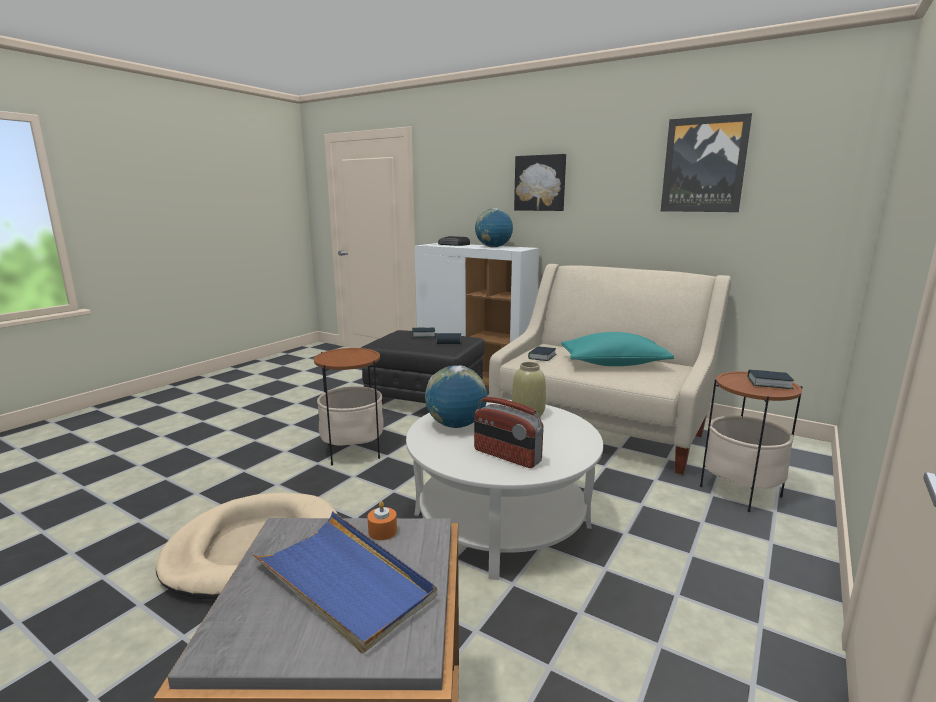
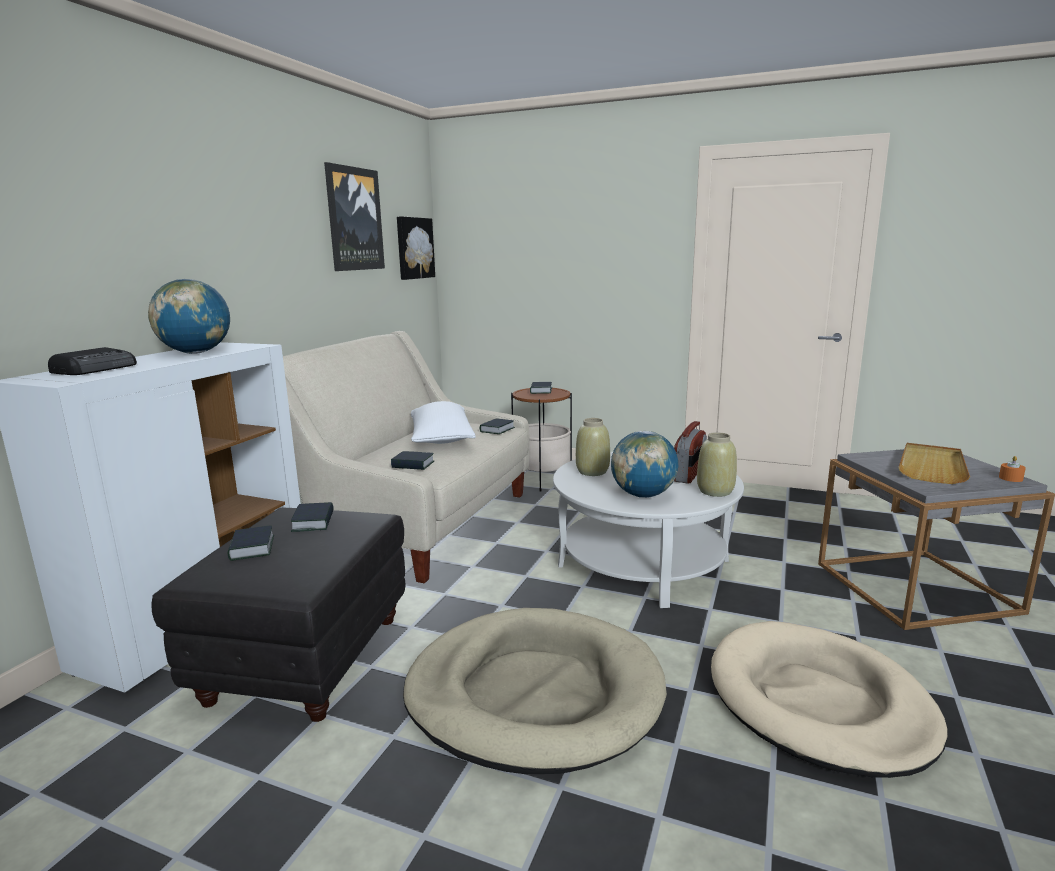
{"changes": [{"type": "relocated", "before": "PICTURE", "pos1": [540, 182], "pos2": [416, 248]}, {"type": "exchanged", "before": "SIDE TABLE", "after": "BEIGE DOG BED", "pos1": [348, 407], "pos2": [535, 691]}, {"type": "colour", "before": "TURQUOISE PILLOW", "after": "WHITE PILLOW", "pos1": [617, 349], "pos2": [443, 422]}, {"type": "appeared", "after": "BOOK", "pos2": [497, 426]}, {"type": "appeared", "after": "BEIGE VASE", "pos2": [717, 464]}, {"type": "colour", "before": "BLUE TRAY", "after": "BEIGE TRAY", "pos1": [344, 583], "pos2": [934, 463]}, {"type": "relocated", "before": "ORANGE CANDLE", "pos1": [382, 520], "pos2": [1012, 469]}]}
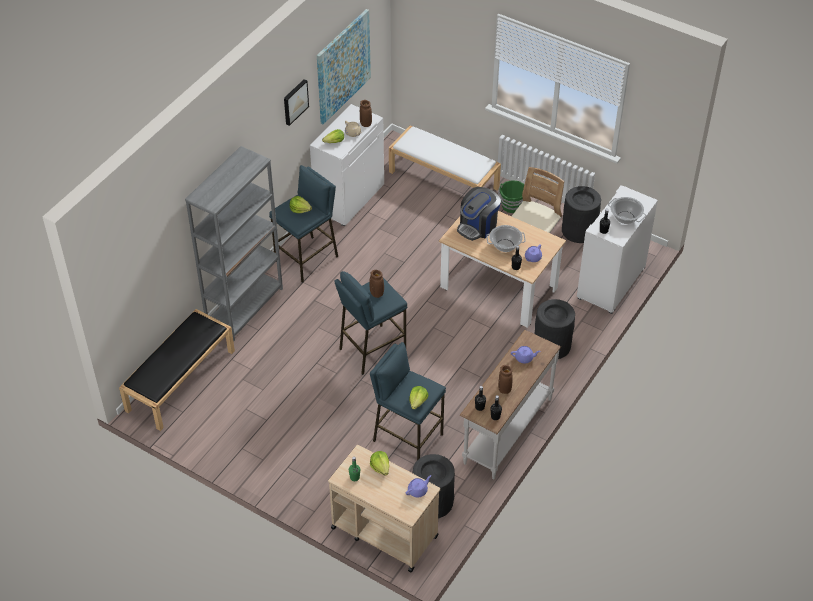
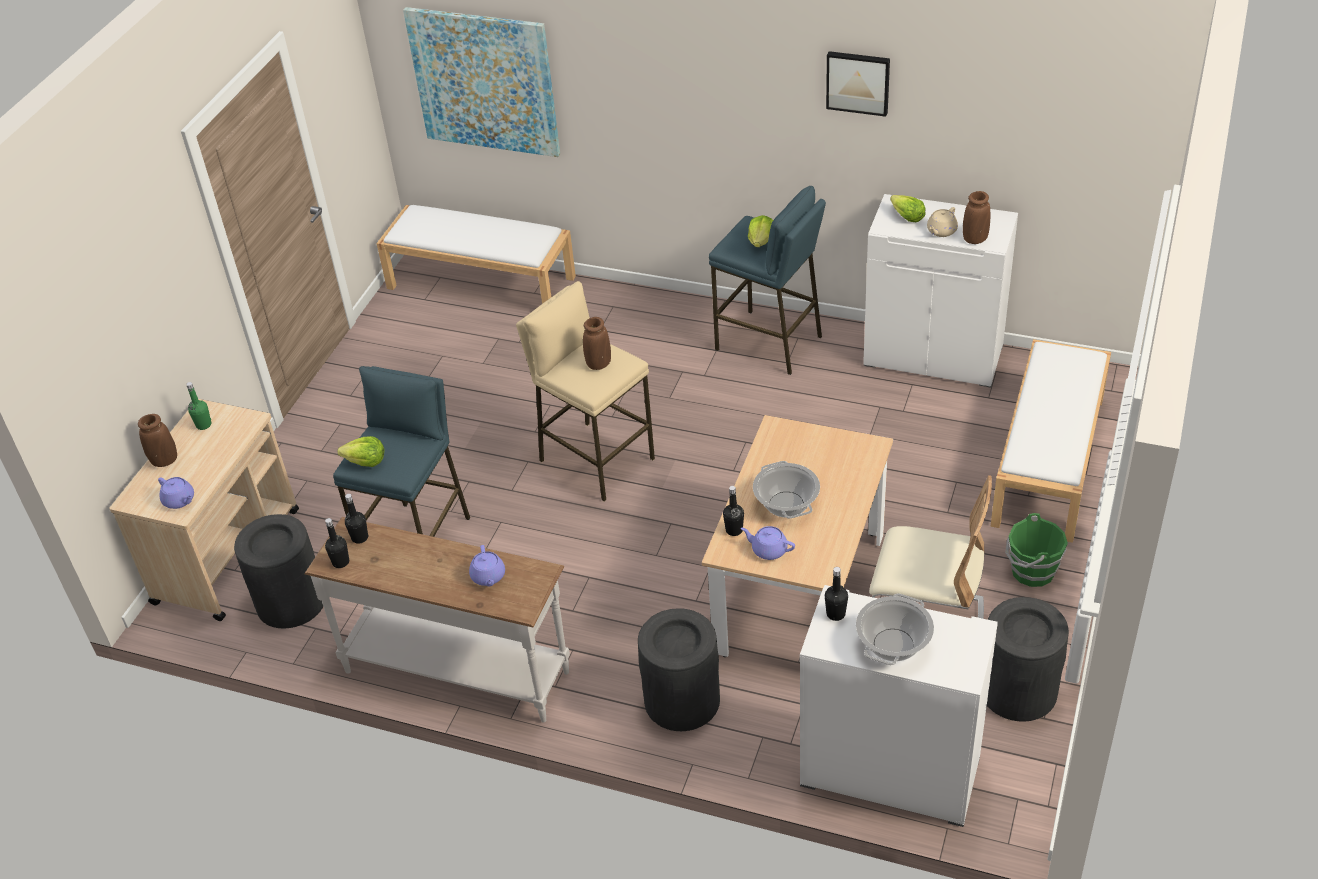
{"changes": [{"type": "relocated", "before": "BROWN VASE", "pos1": [505, 379], "pos2": [157, 440]}, {"type": "colour", "before": "BLACK BENCH", "after": "WHITE BENCH", "pos1": [177, 370], "pos2": [476, 254]}, {"type": "relocated", "before": "PICTURE", "pos1": [344, 67], "pos2": [481, 82]}, {"type": "colour", "before": "BLUE STOOL", "after": "BEIGE STOOL", "pos1": [370, 323], "pos2": [585, 391]}, {"type": "missing", "before": "GREY BOOKCASE", "pos1": [234, 244]}, {"type": "missing", "before": "LETTUCE", "pos1": [380, 463]}, {"type": "missing", "before": "COFFEE MACHINE", "pos1": [479, 214]}]}
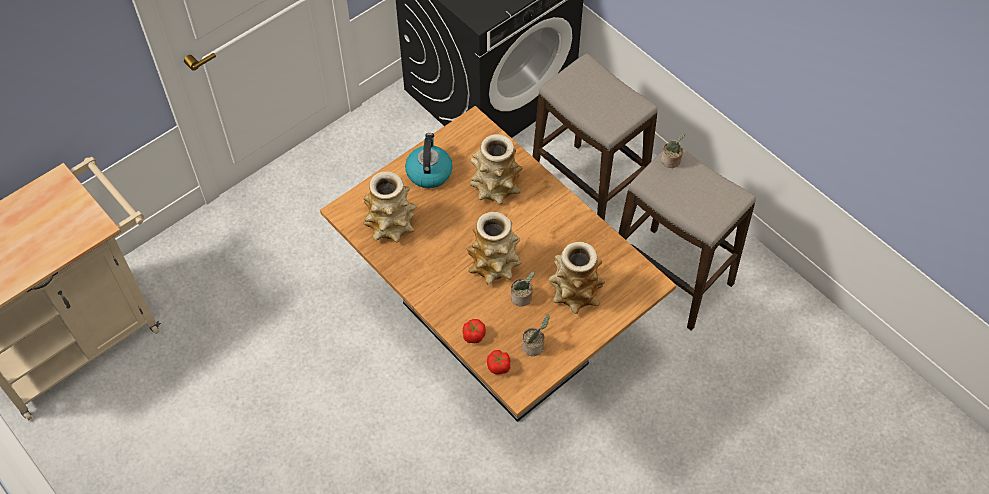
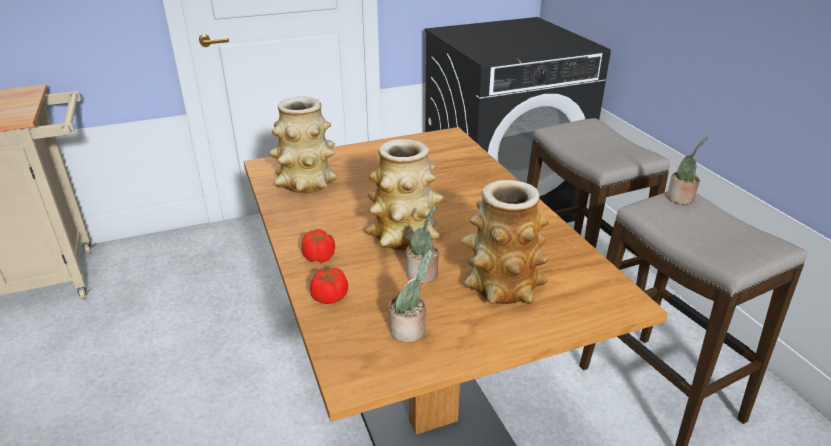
{"changes": [{"type": "relocated", "before": "TOMATO", "pos1": [498, 362], "pos2": [318, 245]}, {"type": "missing", "before": "KETTLE", "pos1": [428, 160]}, {"type": "missing", "before": "VASE", "pos1": [496, 169]}]}
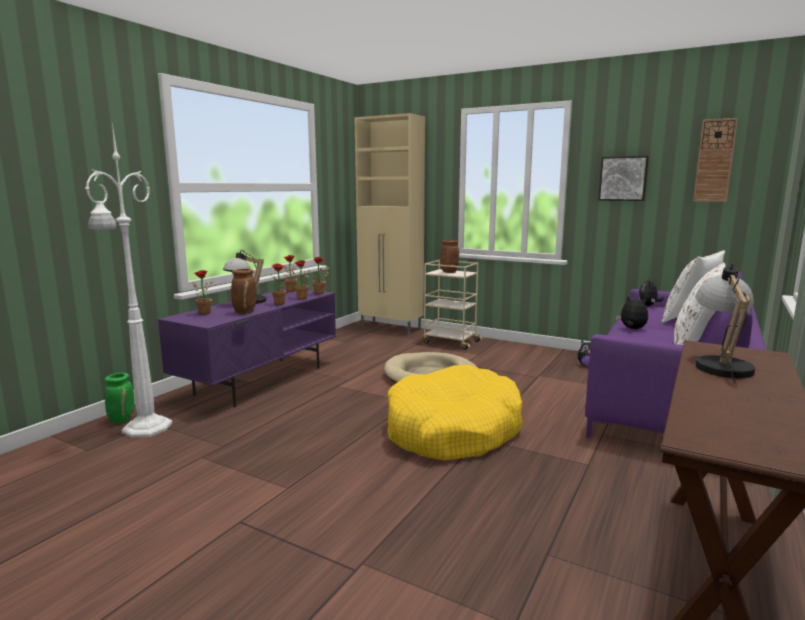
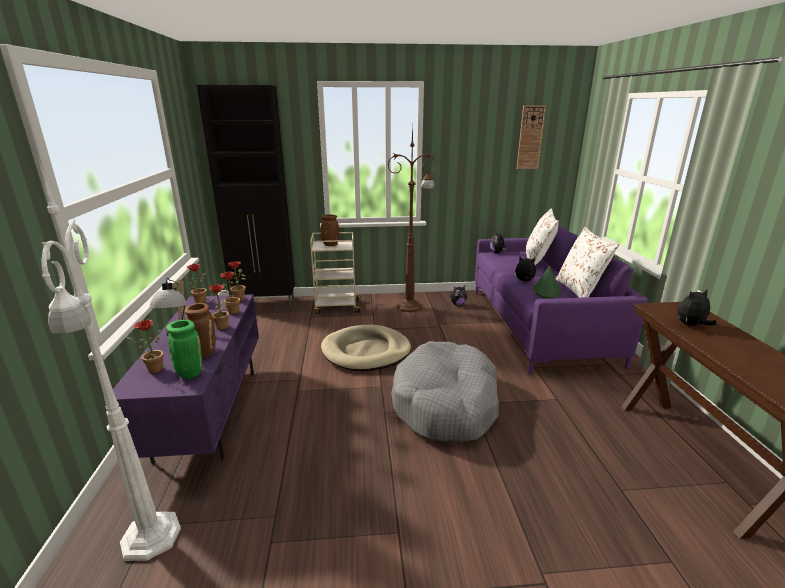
{"changes": [{"type": "relocated", "before": "GREEN VASE", "pos1": [119, 398], "pos2": [184, 349]}, {"type": "colour", "before": "BEIGE CABINET", "after": "BLACK CABINET", "pos1": [389, 224], "pos2": [246, 196]}, {"type": "appeared", "after": "BROWN FLOOR LAMP", "pos2": [411, 219]}, {"type": "colour", "before": "YELLOW DOG BED", "after": "GREY DOG BED", "pos1": [455, 413], "pos2": [445, 391]}, {"type": "appeared", "after": "GREEN HAT", "pos2": [547, 282]}, {"type": "exchanged", "before": "TABLE LAMP", "after": "PLUSH TOY", "pos1": [725, 324], "pos2": [697, 307]}, {"type": "missing", "before": "PICTURE", "pos1": [623, 178]}]}
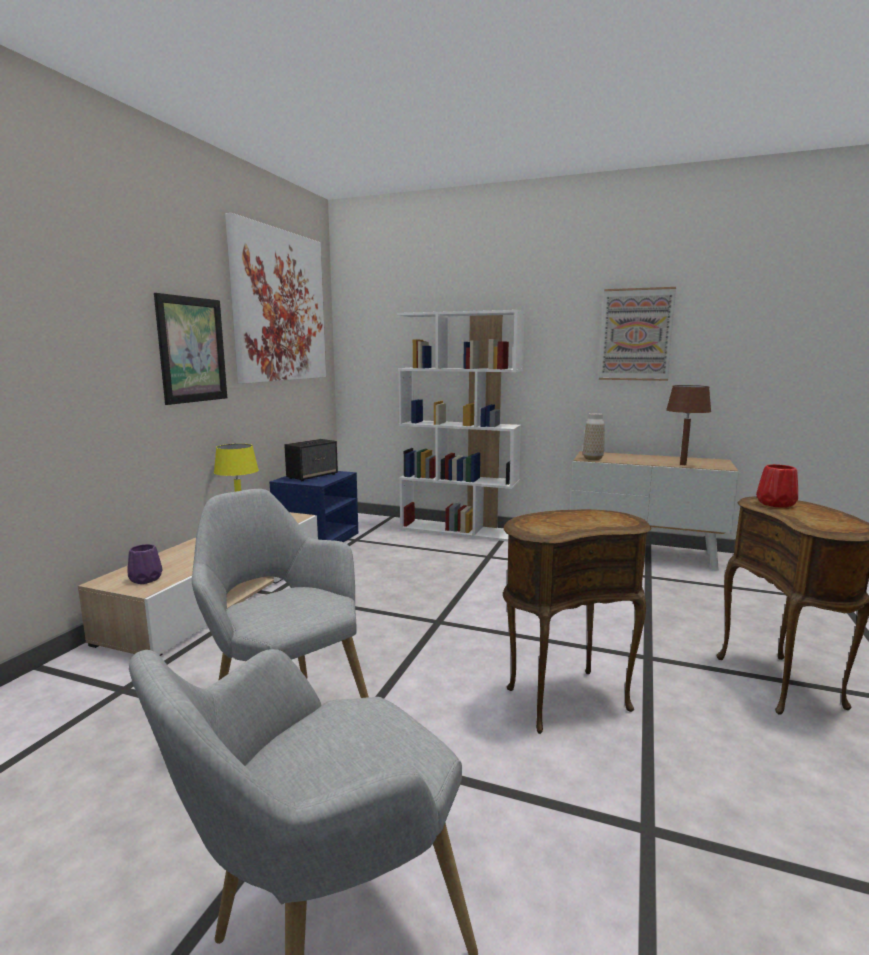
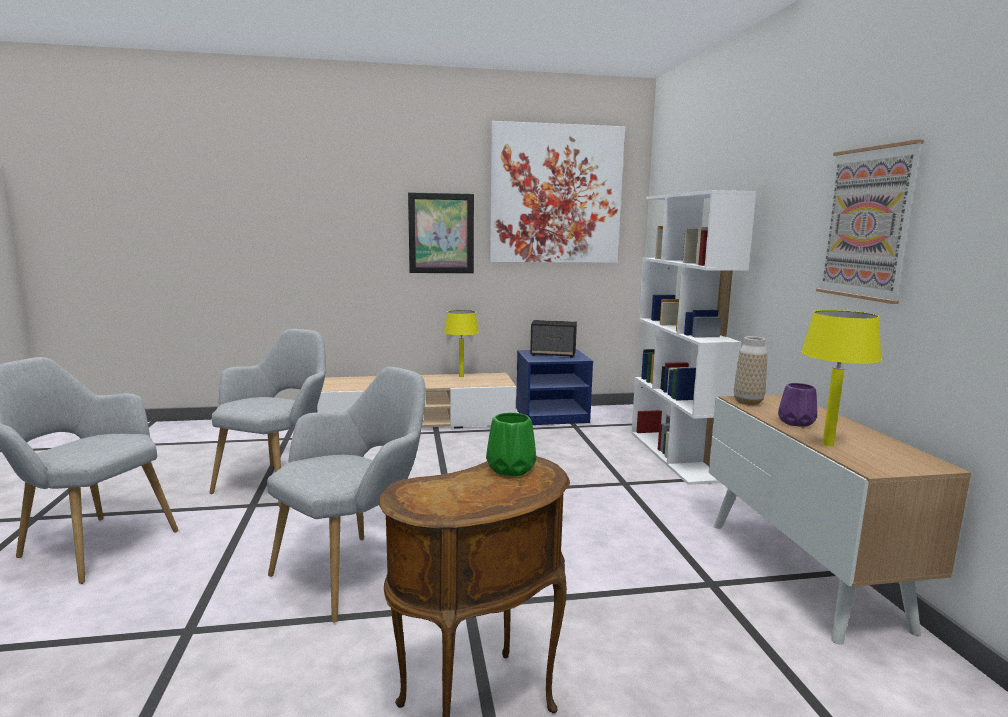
{"changes": [{"type": "exchanged", "before": "BROWN SIDE TABLE", "after": "GREY ARMCHAIR", "pos1": [577, 621], "pos2": [346, 495]}, {"type": "colour", "before": "RED VASE", "after": "GREEN VASE", "pos1": [777, 486], "pos2": [511, 445]}, {"type": "relocated", "before": "PURPLE VASE", "pos1": [144, 564], "pos2": [797, 405]}, {"type": "colour", "before": "BROWN TABLE LAMP", "after": "YELLOW TABLE LAMP", "pos1": [688, 425], "pos2": [841, 378]}]}
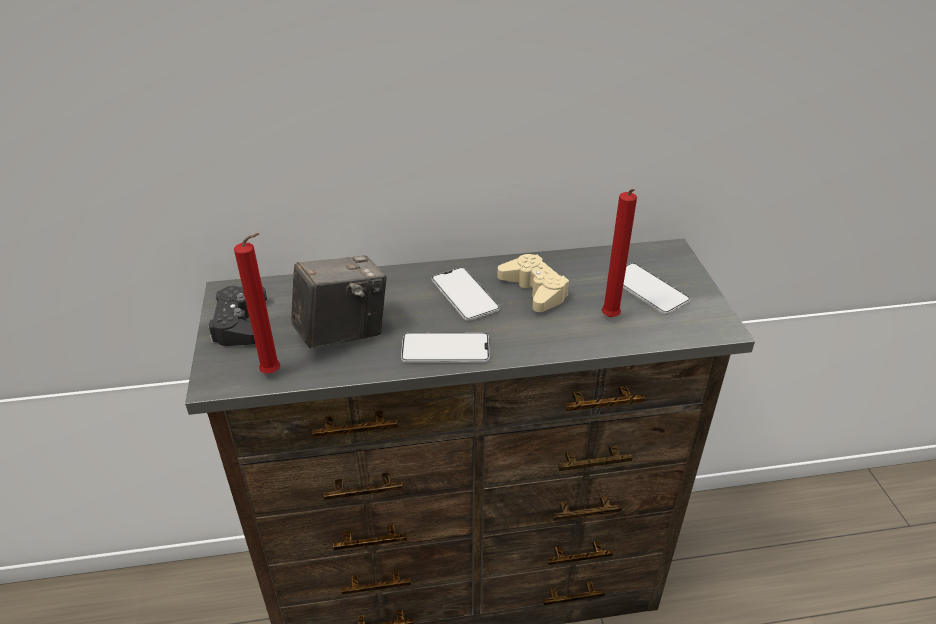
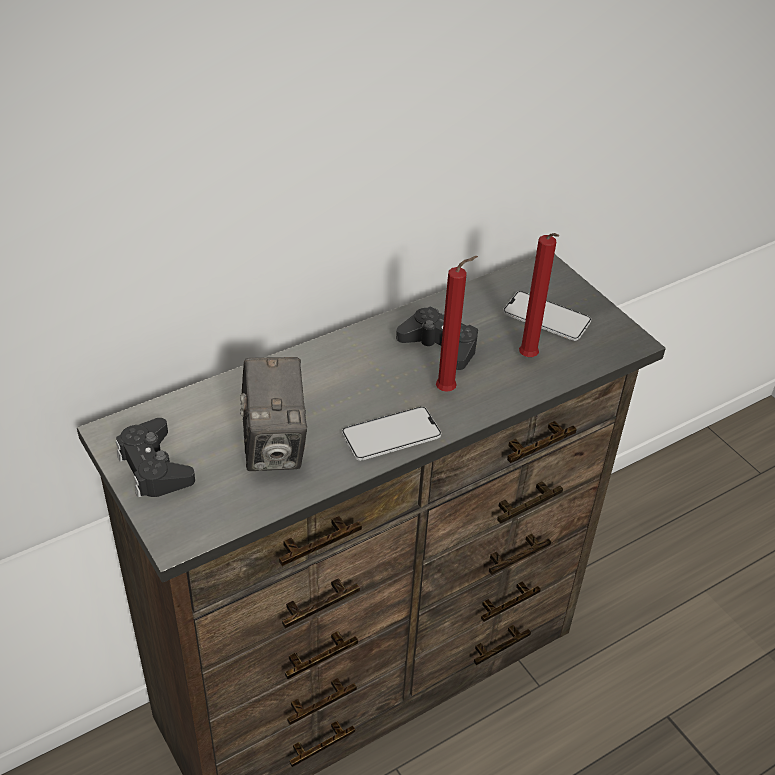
{"changes": [{"type": "spun", "before": "PHOTO CAMERA", "pos1": [339, 301], "pos2": [273, 414], "turn": 135}, {"type": "colour", "before": "BEIGE GAME CONTROLLER", "after": "BLACK GAME CONTROLLER", "pos1": [533, 283], "pos2": [437, 338]}, {"type": "relocated", "before": "RED CANDLE", "pos1": [257, 303], "pos2": [457, 324]}, {"type": "missing", "before": "PHONE", "pos1": [466, 294]}]}
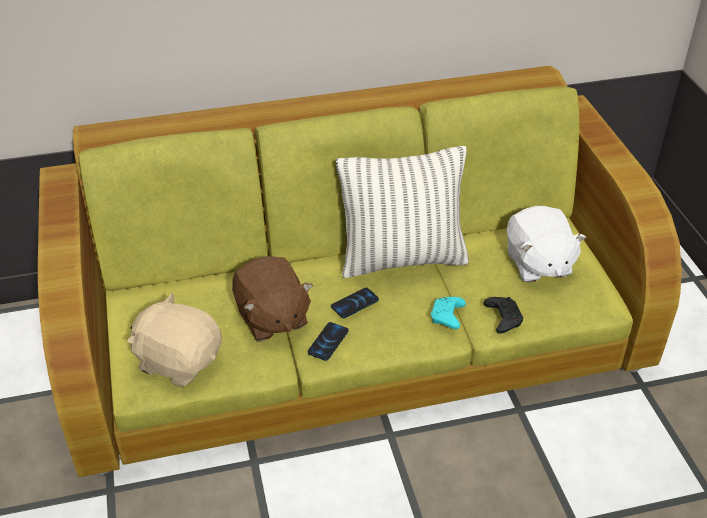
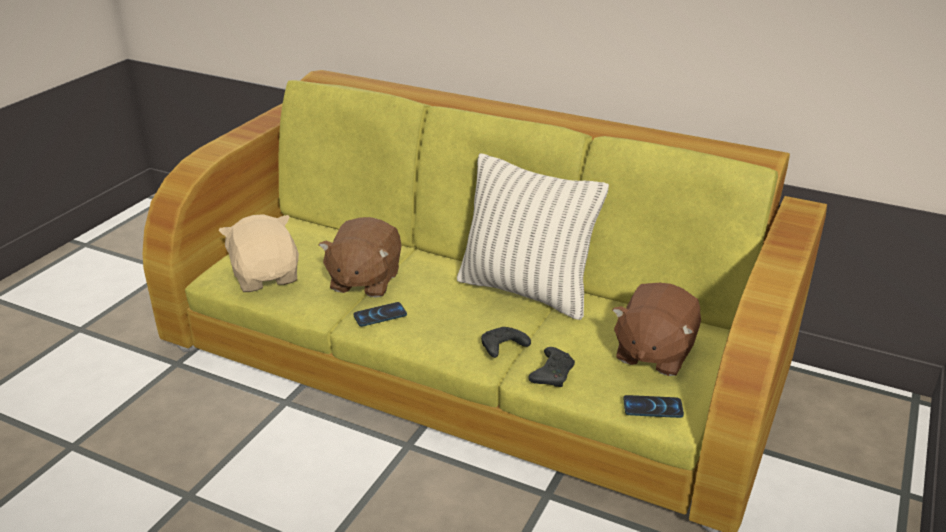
{"changes": [{"type": "colour", "before": "TURQUOISE GAME CONTROLLER", "after": "BLACK GAME CONTROLLER", "pos1": [448, 313], "pos2": [506, 342]}, {"type": "colour", "before": "WHITE PLUSH TOY", "after": "BROWN PLUSH TOY", "pos1": [546, 244], "pos2": [656, 329]}, {"type": "relocated", "before": "PHONE", "pos1": [355, 303], "pos2": [653, 406]}]}
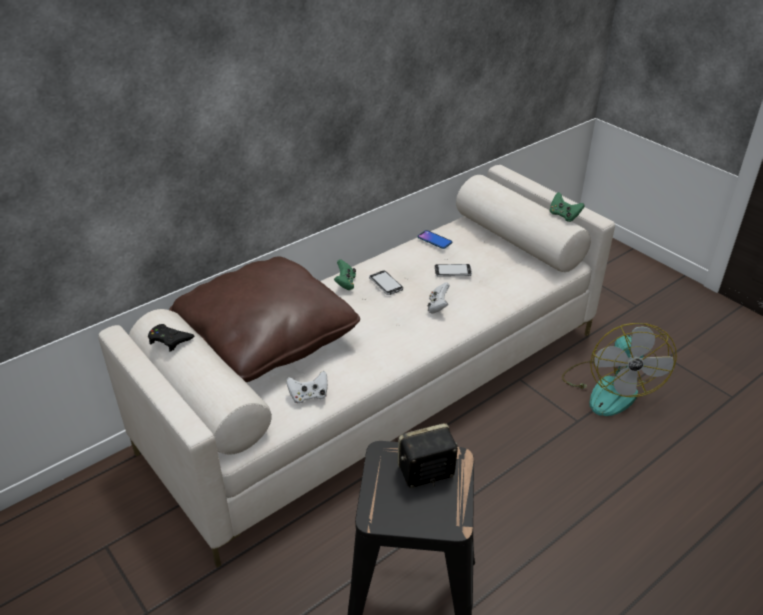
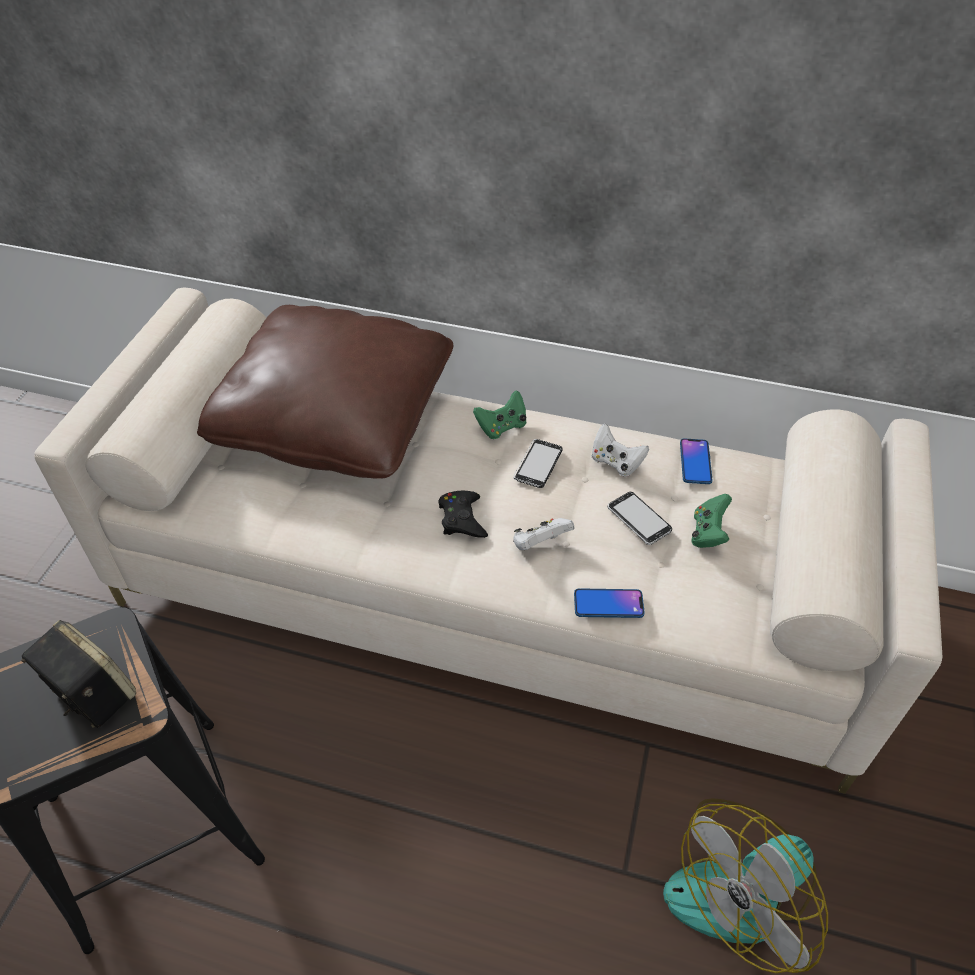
{"changes": [{"type": "relocated", "before": "BLACK GAME CONTROLLER", "pos1": [171, 338], "pos2": [463, 514]}, {"type": "appeared", "after": "PHONE", "pos2": [609, 603]}, {"type": "relocated", "before": "WHITE GAME CONTROLLER", "pos1": [307, 387], "pos2": [620, 450]}, {"type": "relocated", "before": "GREEN GAME CONTROLLER", "pos1": [567, 207], "pos2": [711, 521]}]}
